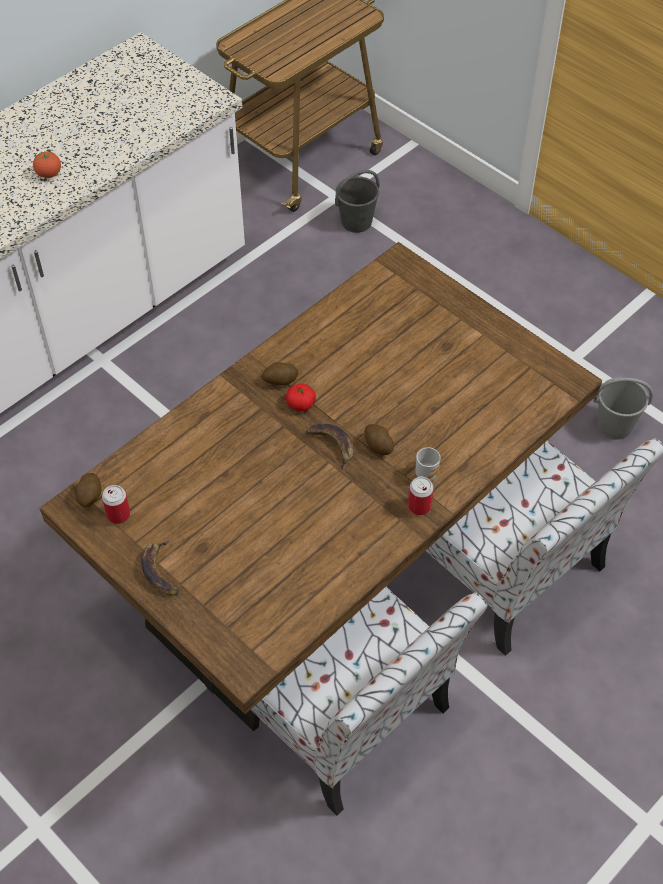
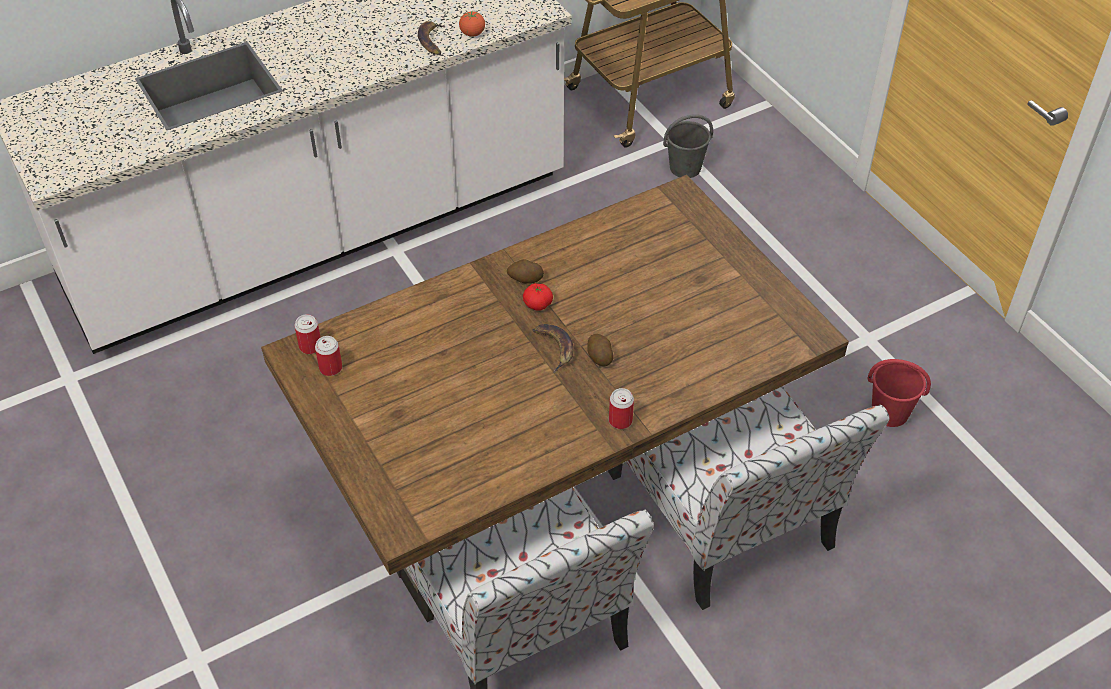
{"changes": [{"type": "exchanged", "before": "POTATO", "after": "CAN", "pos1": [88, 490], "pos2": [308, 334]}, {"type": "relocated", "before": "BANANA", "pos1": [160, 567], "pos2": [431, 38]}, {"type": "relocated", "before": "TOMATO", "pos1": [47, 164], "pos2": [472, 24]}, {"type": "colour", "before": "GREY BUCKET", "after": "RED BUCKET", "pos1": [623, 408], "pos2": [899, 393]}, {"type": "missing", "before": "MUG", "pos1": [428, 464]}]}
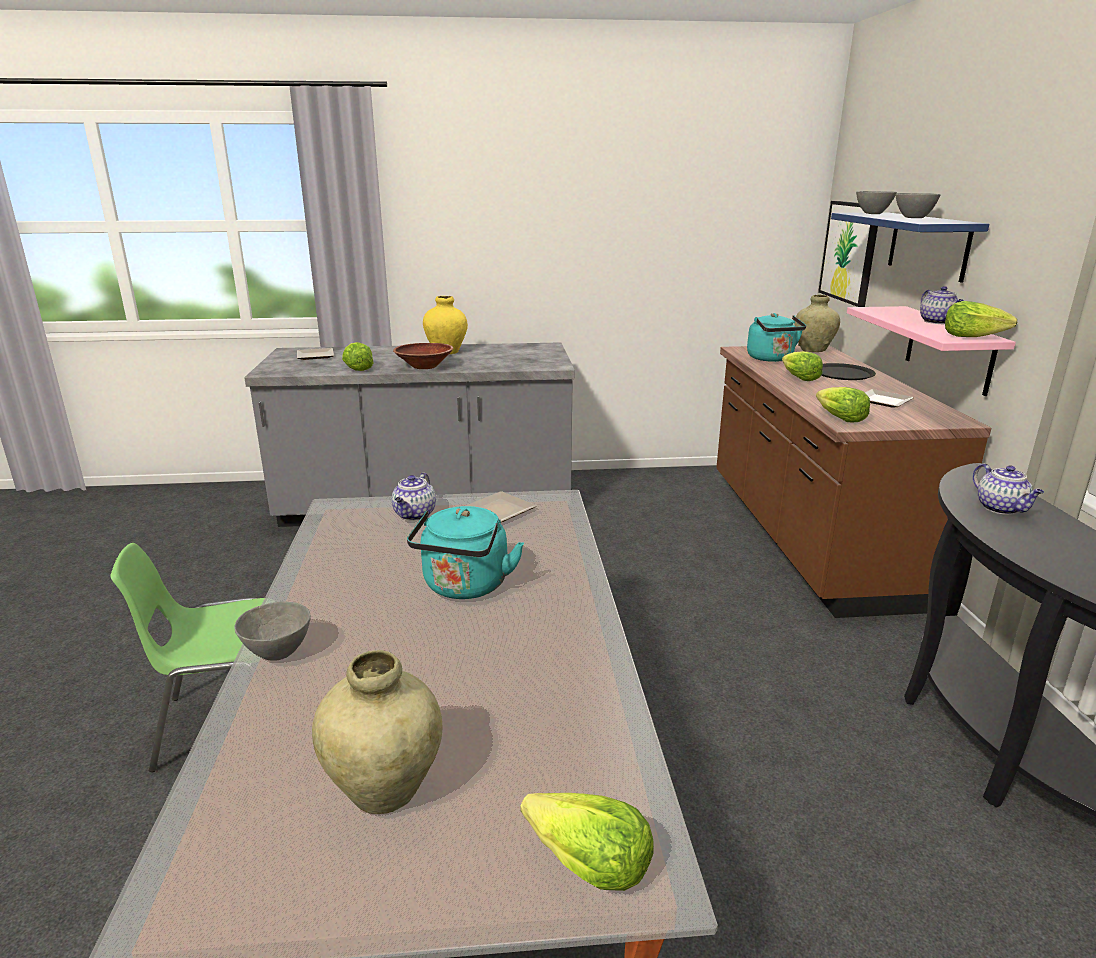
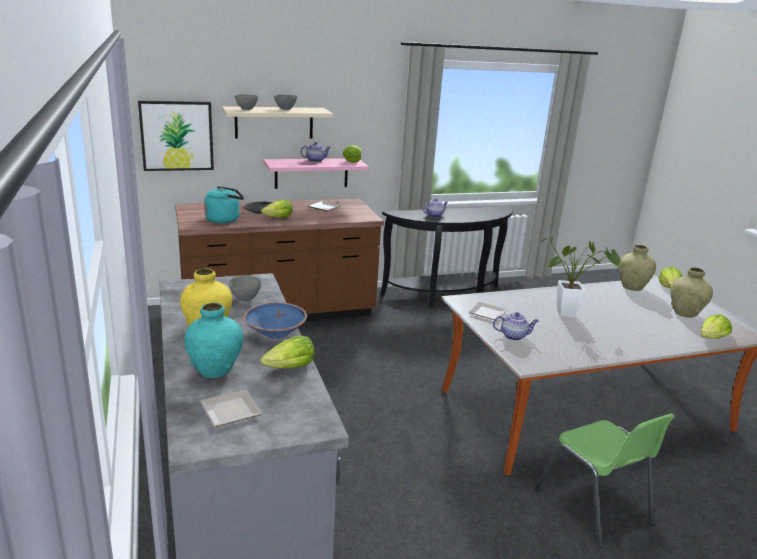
{"changes": [{"type": "appeared", "after": "TURQUOISE VASE", "pos2": [213, 340]}, {"type": "colour", "before": "BLUE SHELF", "after": "BEIGE SHELF", "pos1": [910, 248], "pos2": [277, 122]}, {"type": "relocated", "before": "GREY BOWL", "pos1": [272, 631], "pos2": [245, 288]}, {"type": "colour", "before": "BROWN BOWL", "after": "BLUE BOWL", "pos1": [423, 356], "pos2": [275, 320]}, {"type": "exchanged", "before": "TURQUOISE KETTLE", "after": "POTTED PLANT", "pos1": [465, 552], "pos2": [580, 276]}, {"type": "relocated", "before": "BEIGE VASE", "pos1": [817, 323], "pos2": [637, 268]}, {"type": "relocated", "before": "LETTUCE", "pos1": [843, 405], "pos2": [716, 326]}]}
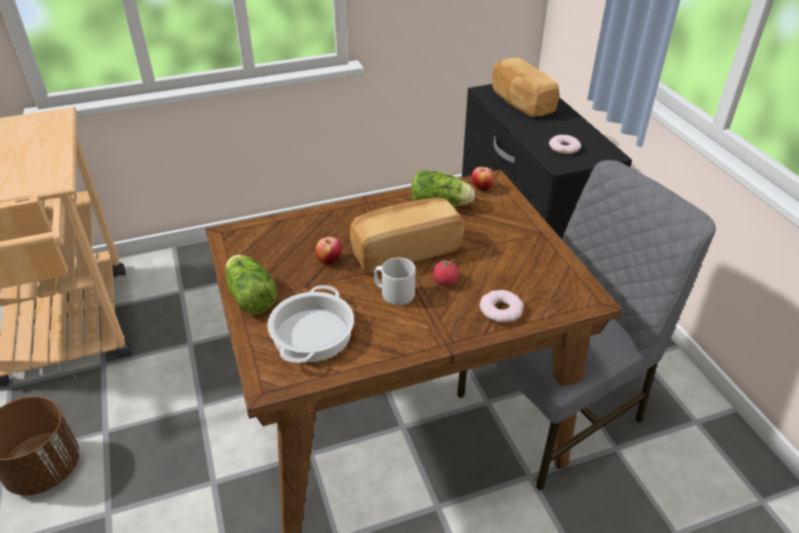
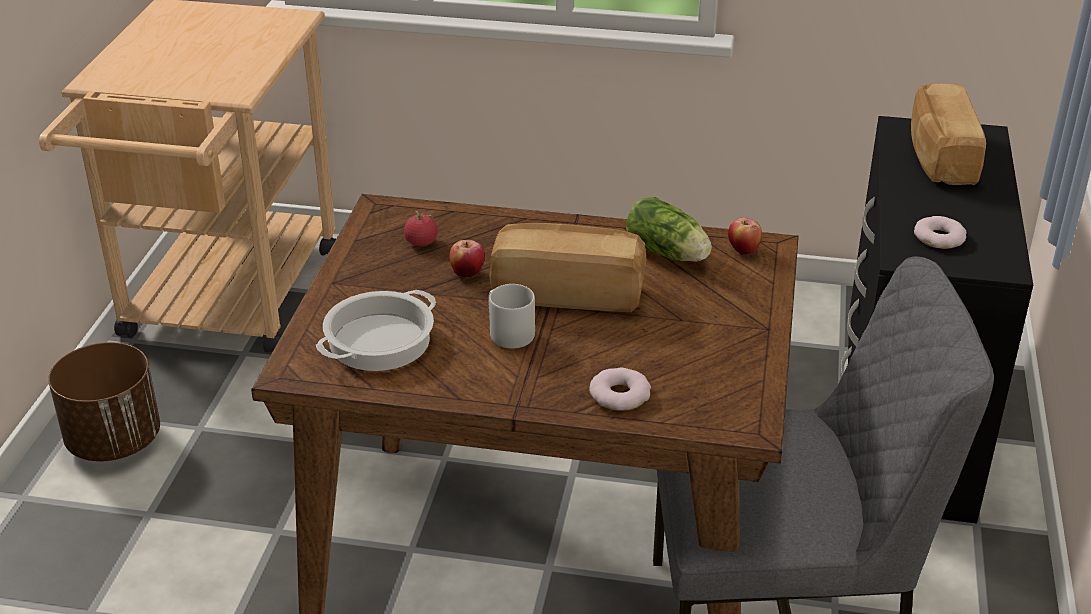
{"changes": [{"type": "relocated", "before": "TOMATO", "pos1": [445, 272], "pos2": [421, 228]}, {"type": "missing", "before": "LETTUCE", "pos1": [251, 284]}]}
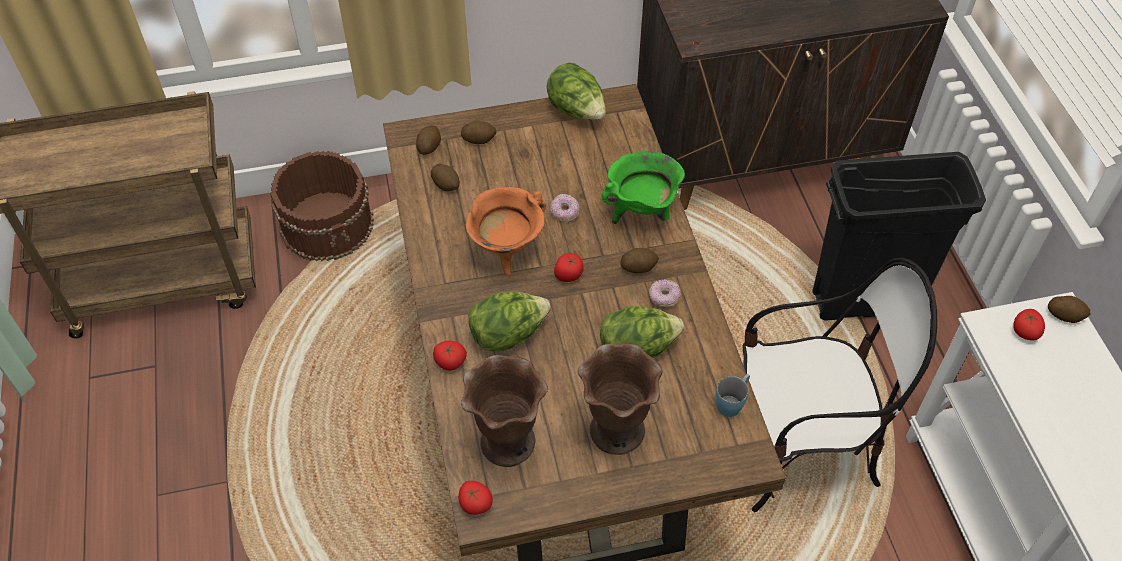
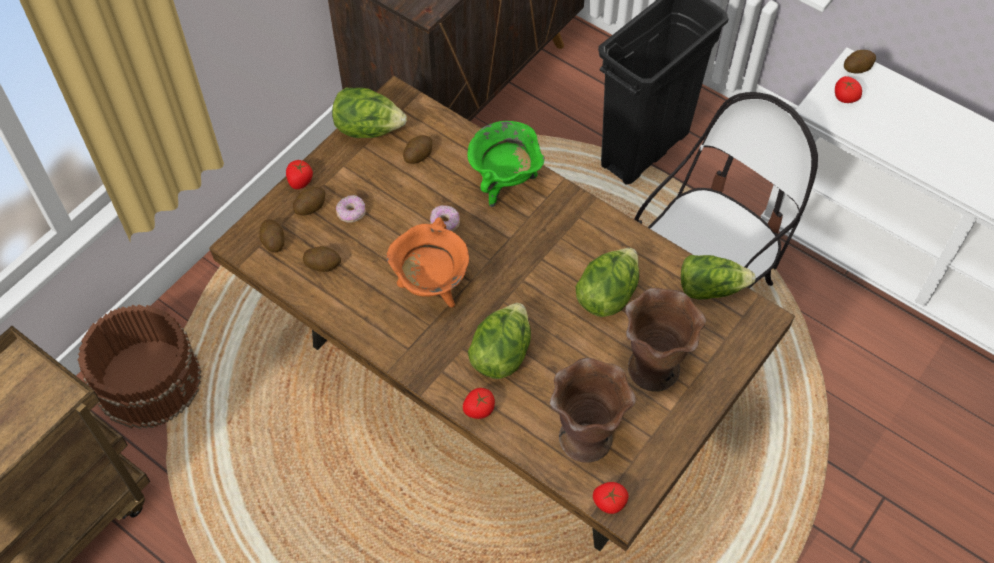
{"changes": [{"type": "relocated", "before": "TOMATO", "pos1": [569, 267], "pos2": [299, 174]}, {"type": "relocated", "before": "DONUT", "pos1": [665, 293], "pos2": [351, 209]}, {"type": "relocated", "before": "POTATO", "pos1": [639, 260], "pos2": [417, 149]}, {"type": "exchanged", "before": "BLUE MUG", "after": "LETTUCE", "pos1": [733, 395], "pos2": [718, 277]}]}
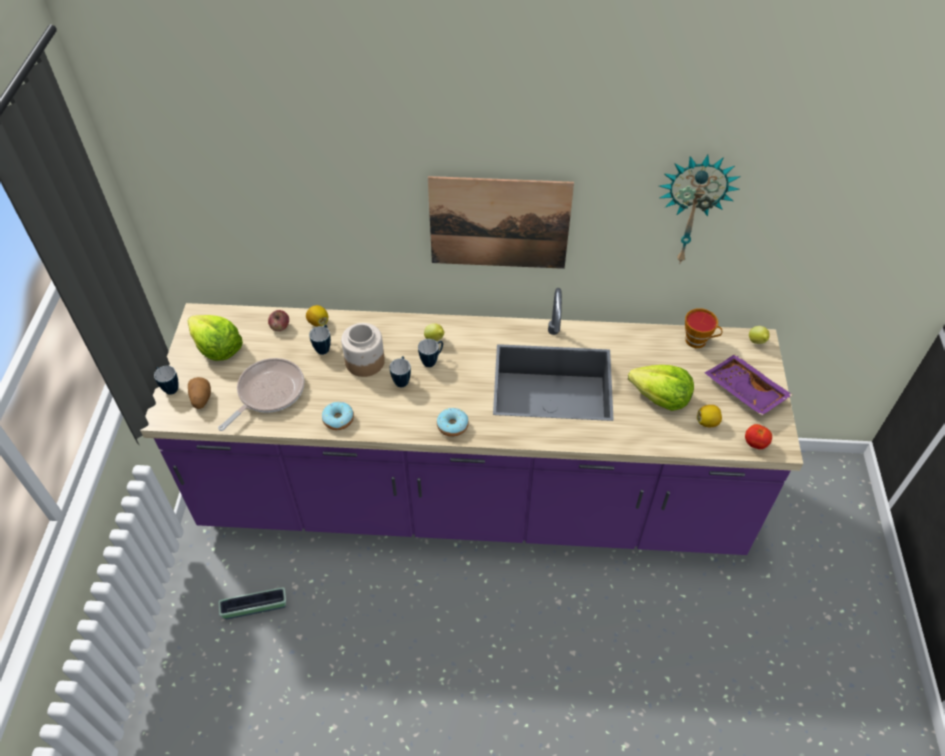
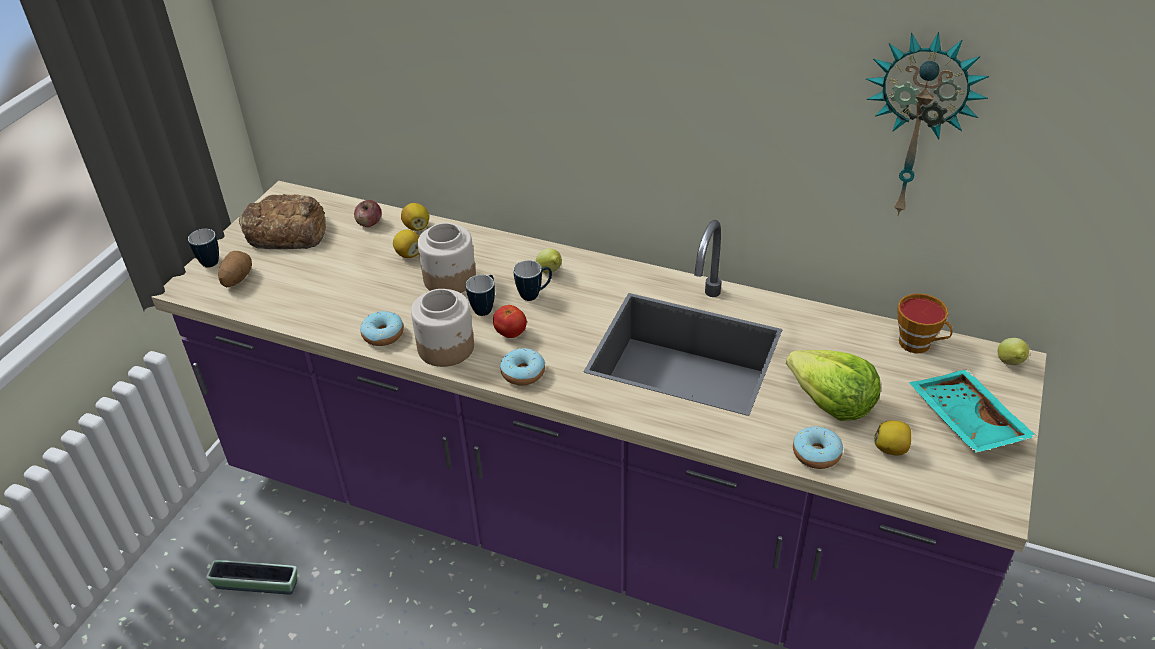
{"changes": [{"type": "exchanged", "before": "LETTUCE", "after": "BREAD", "pos1": [215, 338], "pos2": [282, 221]}, {"type": "exchanged", "before": "MUG", "after": "LEMON", "pos1": [320, 340], "pos2": [406, 244]}, {"type": "appeared", "after": "JAR", "pos2": [442, 328]}, {"type": "relocated", "before": "TOMATO", "pos1": [758, 436], "pos2": [510, 321]}, {"type": "appeared", "after": "DONUT", "pos2": [818, 447]}, {"type": "colour", "before": "PURPLE TRAY", "after": "TURQUOISE TRAY", "pos1": [748, 385], "pos2": [973, 411]}, {"type": "missing", "before": "FRYING PAN", "pos1": [261, 394]}, {"type": "missing", "before": "PICTURE", "pos1": [501, 222]}]}
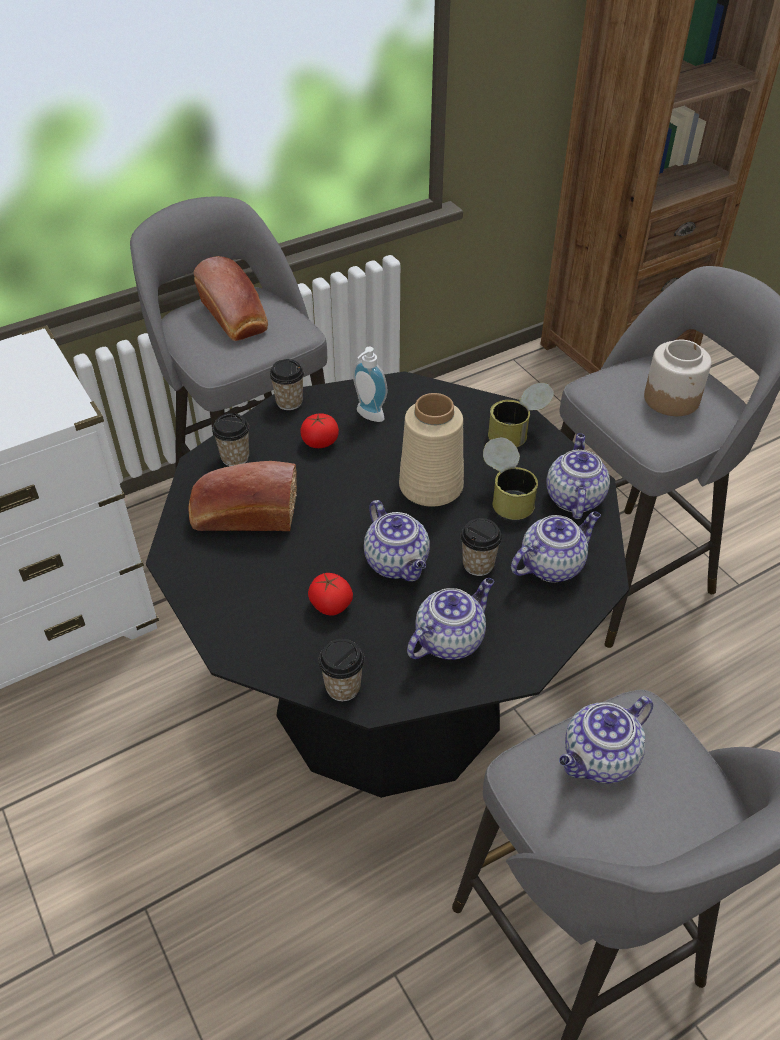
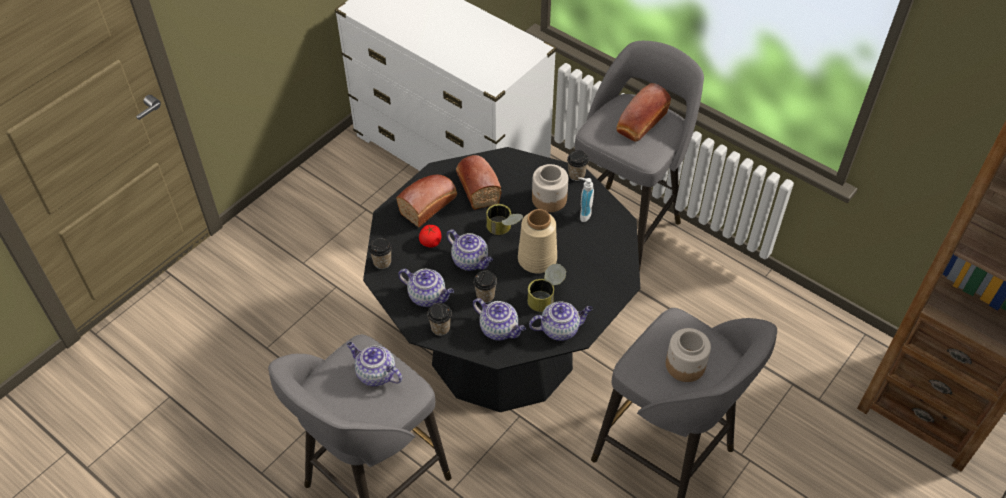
{"changes": [{"type": "appeared", "after": "BREAD", "pos2": [426, 201]}, {"type": "relocated", "before": "CUP", "pos1": [230, 439], "pos2": [439, 319]}, {"type": "spun", "before": "TEAPOT", "pos1": [397, 541], "pos2": [470, 250], "turn": -90}, {"type": "relocated", "before": "CAN", "pos1": [521, 415], "pos2": [504, 219]}, {"type": "exchanged", "before": "TOMATO", "after": "JAR", "pos1": [319, 431], "pos2": [550, 188]}]}
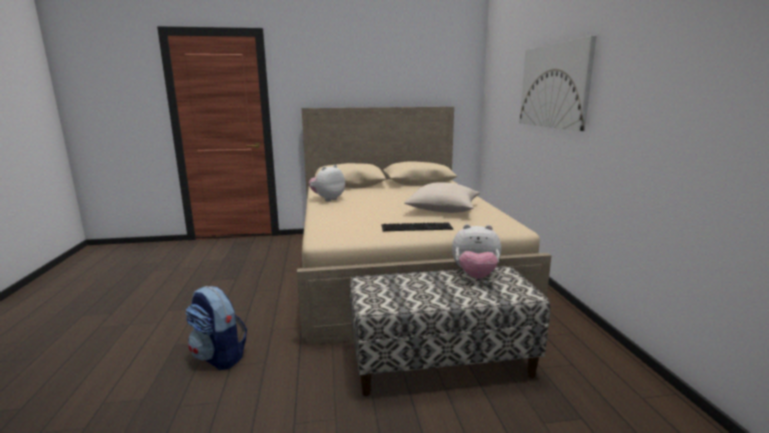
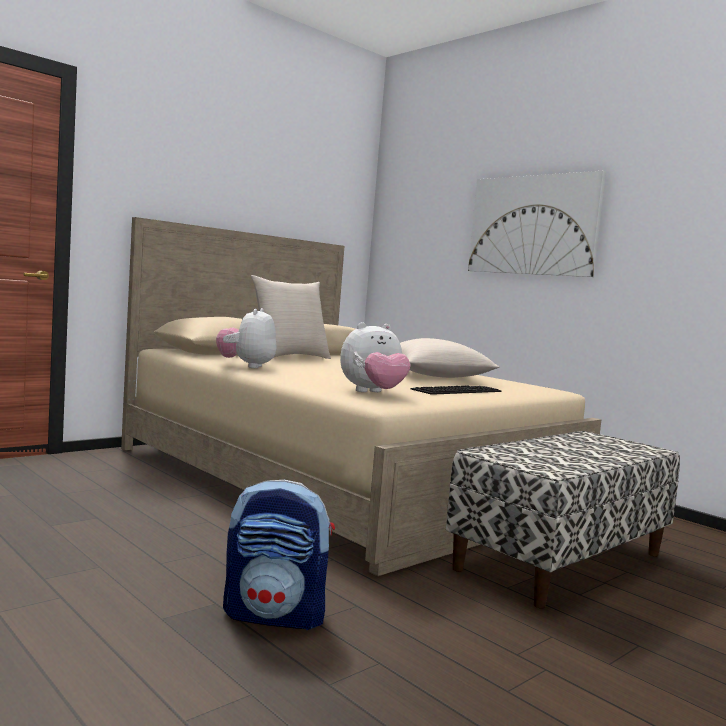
{"changes": [{"type": "appeared", "after": "BEIGE PILLOW", "pos2": [291, 317]}, {"type": "relocated", "before": "PLUSH TOY", "pos1": [476, 251], "pos2": [375, 357]}]}
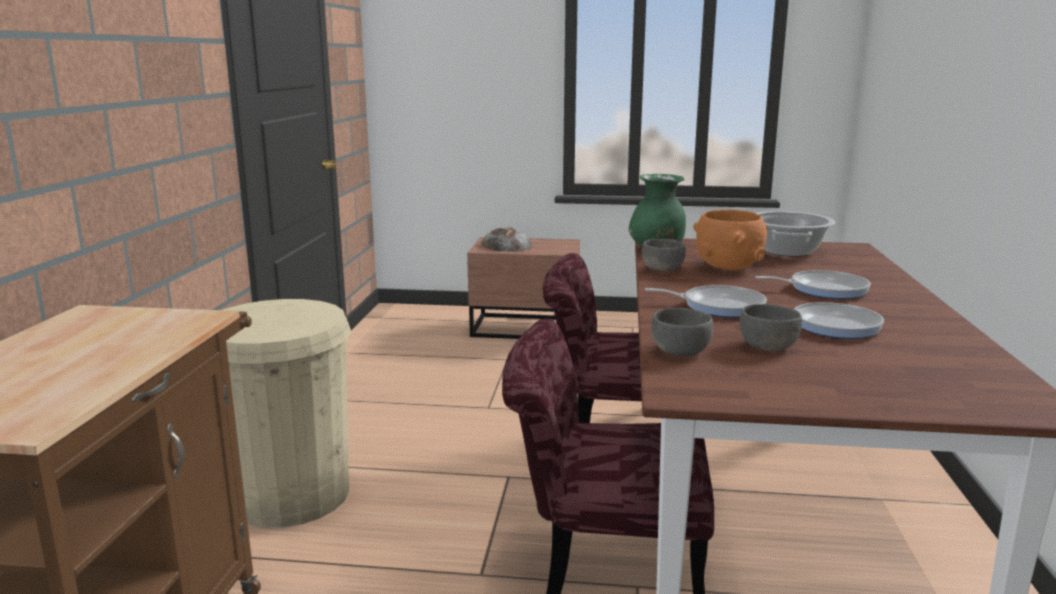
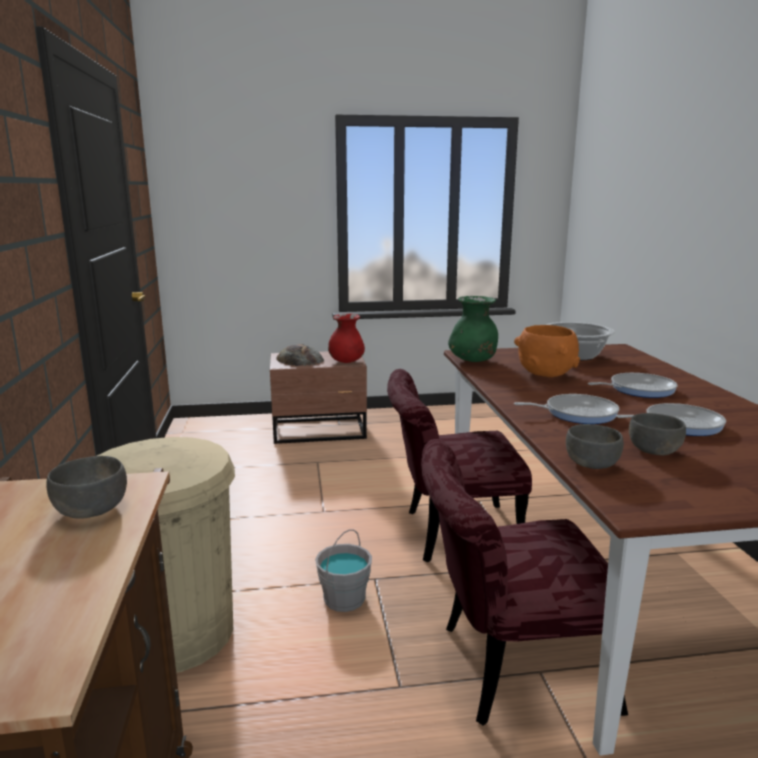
{"changes": [{"type": "relocated", "before": "GREY BOWL", "pos1": [664, 255], "pos2": [86, 487]}, {"type": "appeared", "after": "GREY BUCKET", "pos2": [343, 571]}, {"type": "appeared", "after": "RED VASE", "pos2": [346, 338]}]}
